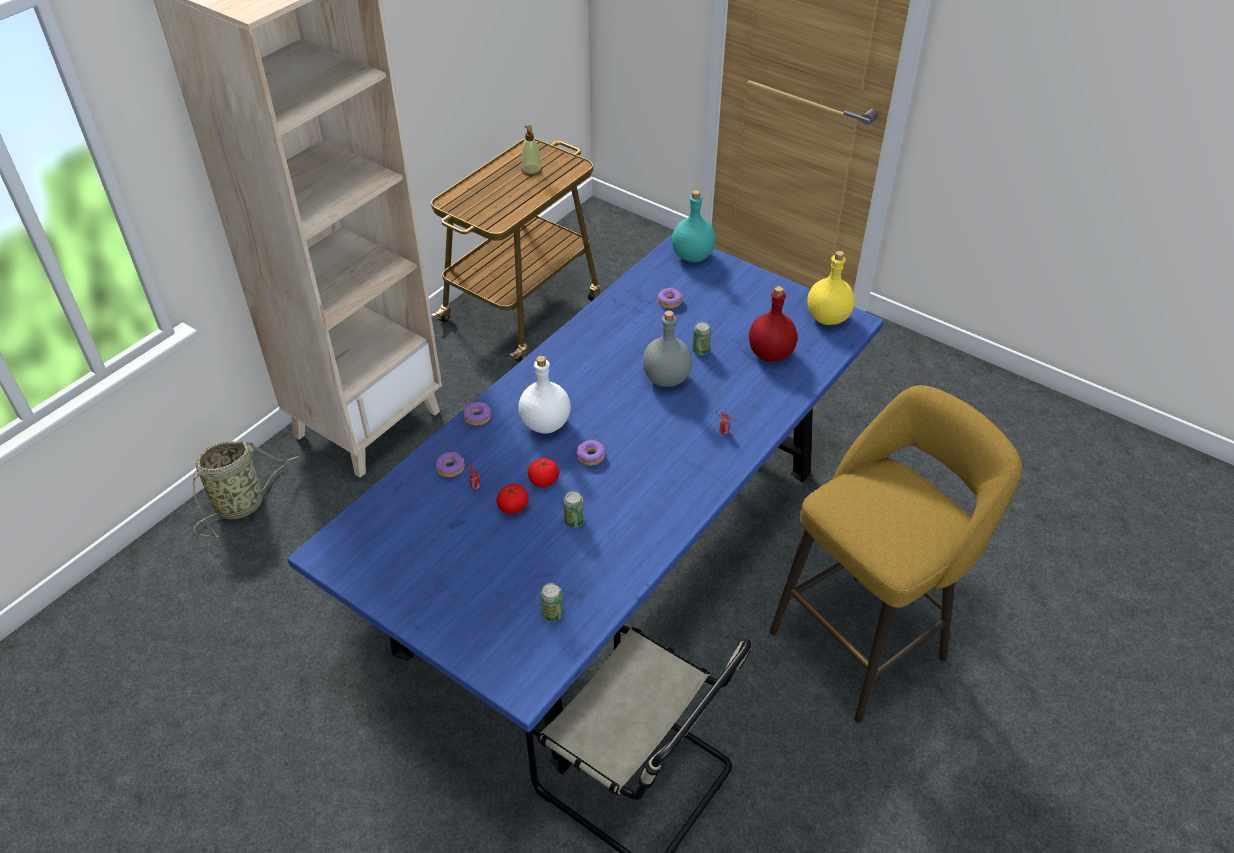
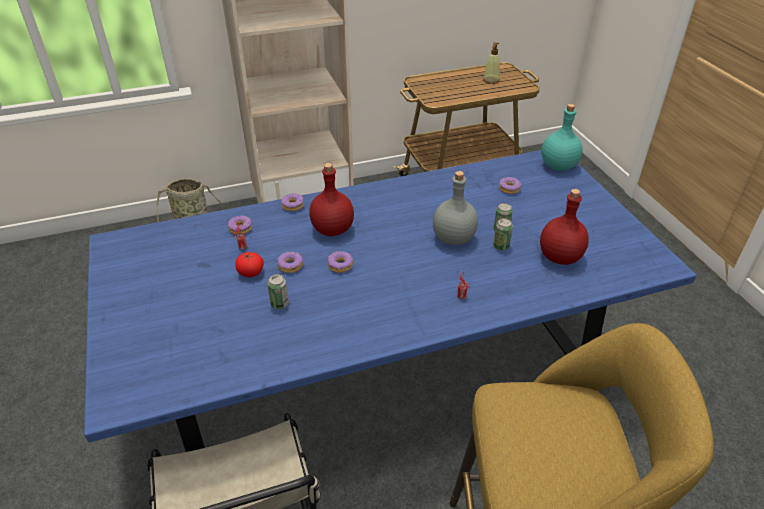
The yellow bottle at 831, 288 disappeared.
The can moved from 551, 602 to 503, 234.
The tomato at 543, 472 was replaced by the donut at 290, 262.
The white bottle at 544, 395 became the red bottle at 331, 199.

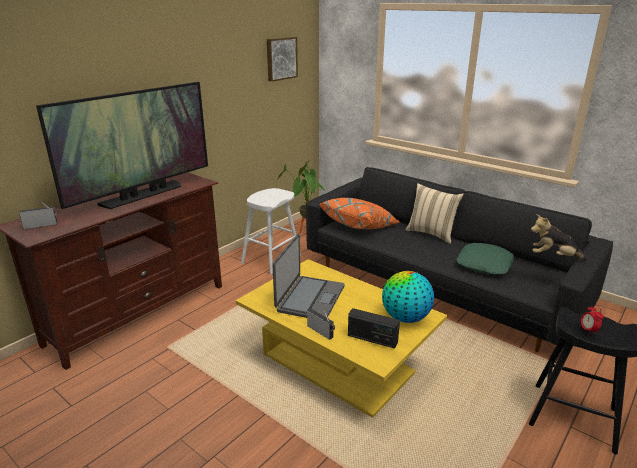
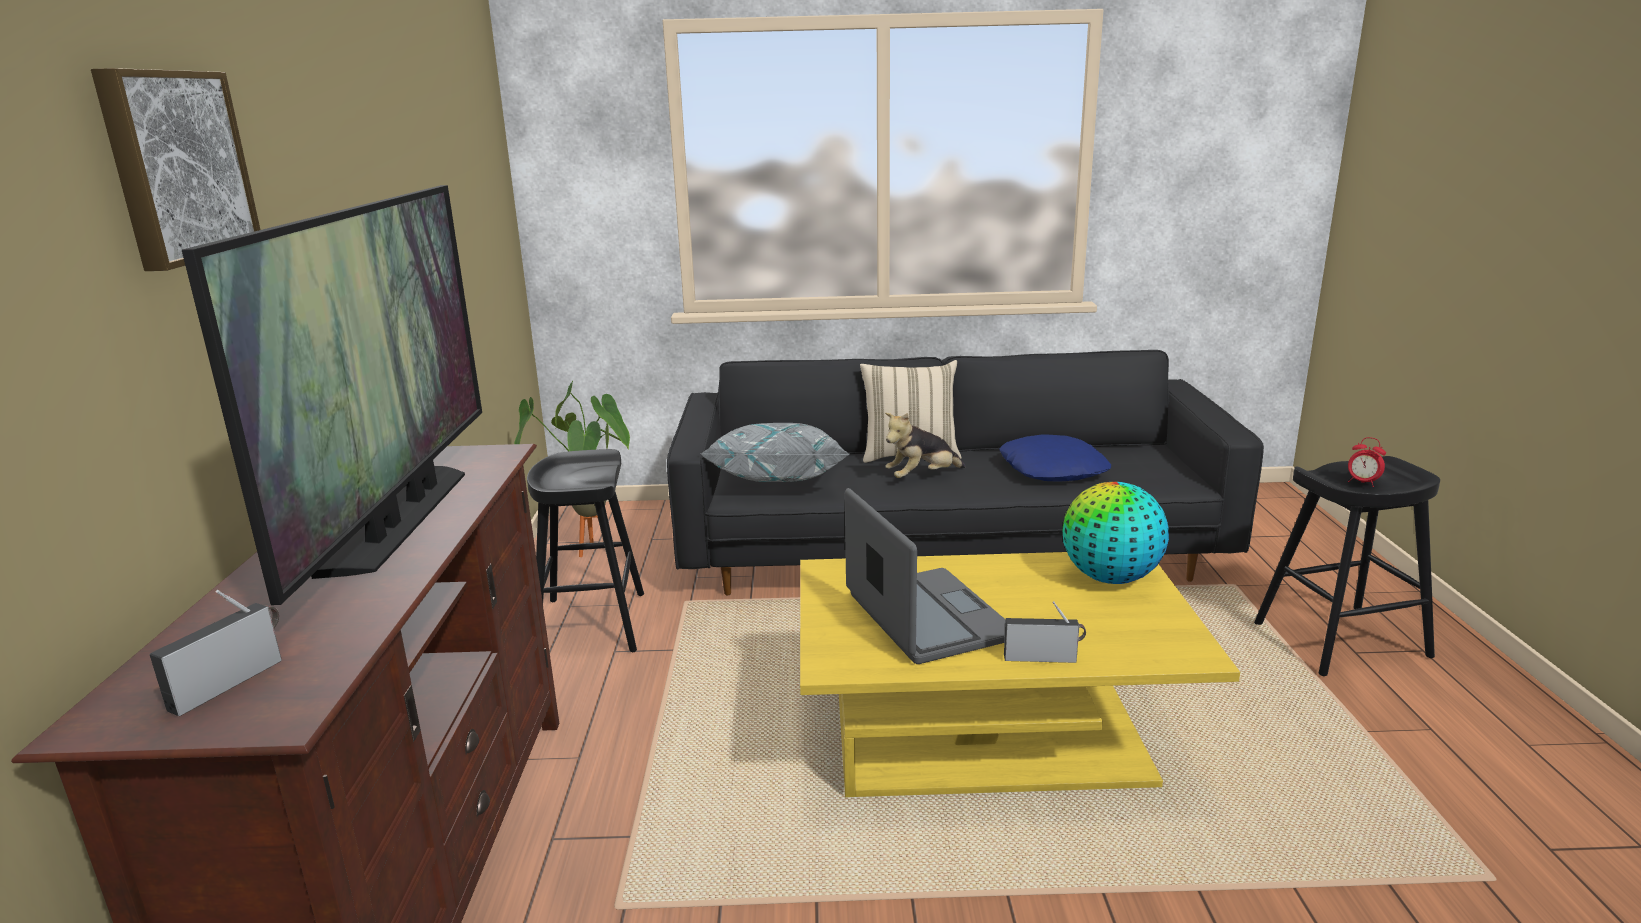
The radio at 374, 328 disappeared.
The picture moved from 282, 59 to 175, 169.
The plush toy moved from 559, 237 to 925, 445.
The white stool at 271, 231 became the black stool at 585, 550.
The orange pillow at 360, 213 became the grey pillow at 775, 452.
The green pillow at 485, 259 became the blue pillow at 1055, 458.

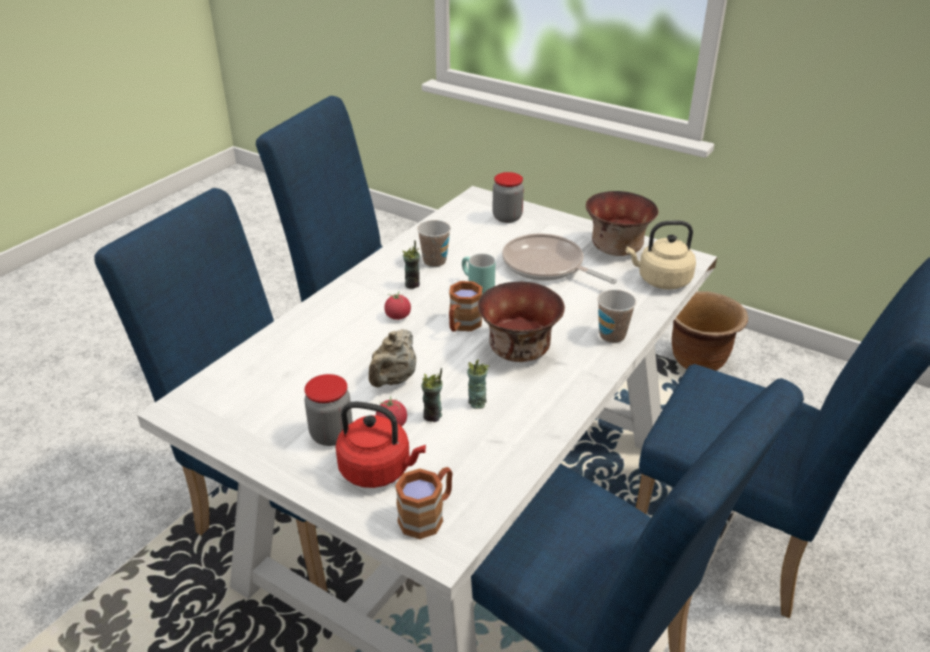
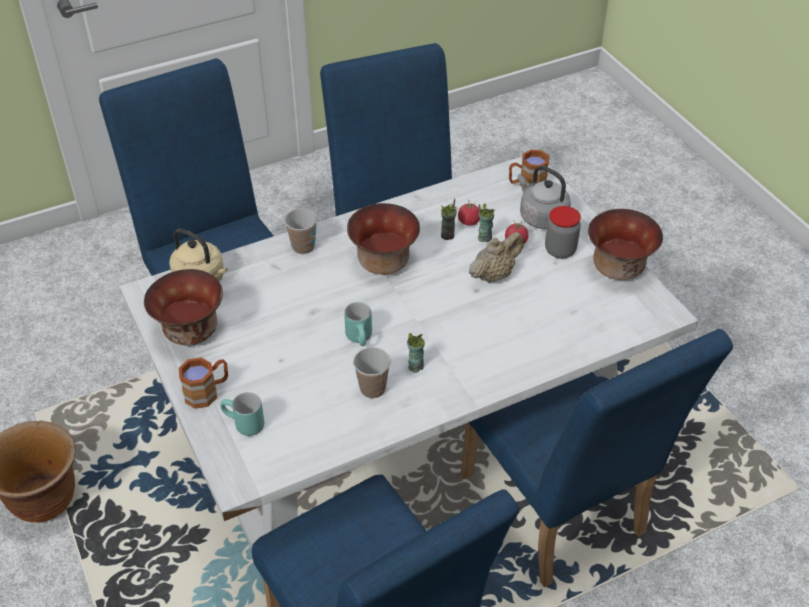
The frying pan at 559, 259 disappeared.
The bowl at 625, 244 appeared.
The tomato moved from 397, 306 to 469, 213.
The brown mug moved from 465, 306 to 203, 383.
The jar at 508, 197 was replaced by the turquoise mug at 242, 414.
The red kettle at 380, 444 became the grey kettle at 544, 197.

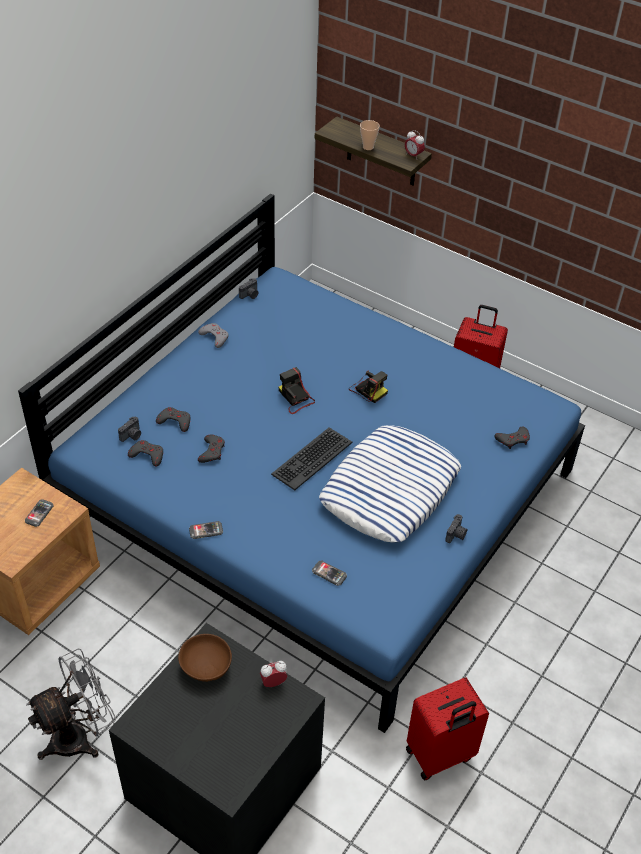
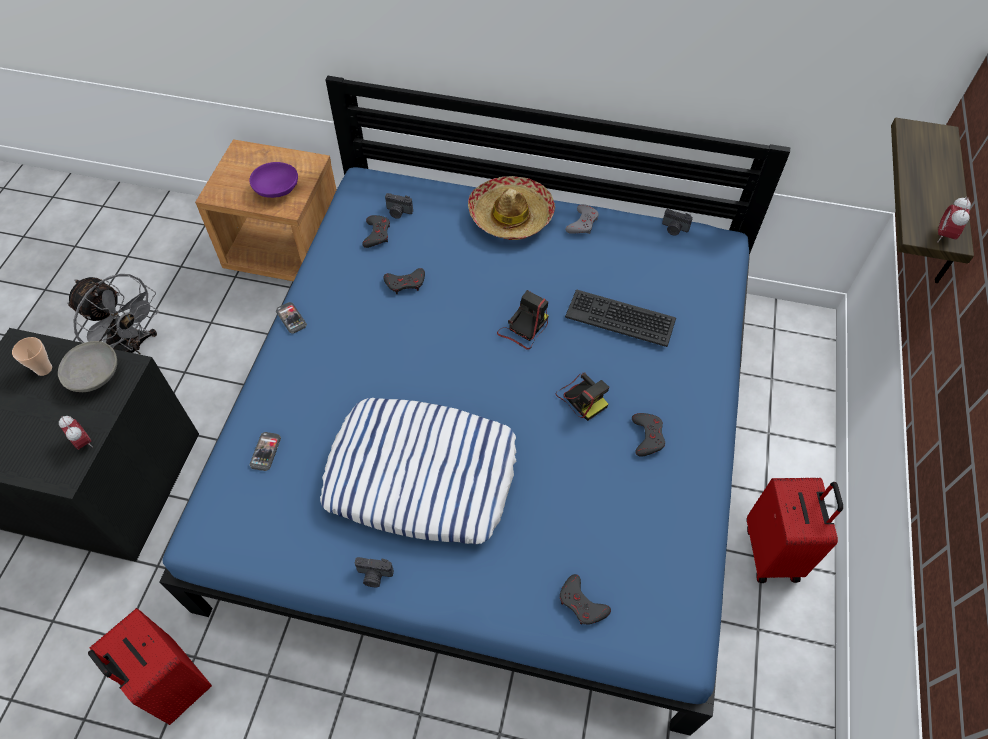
The hat at 511, 208 appeared.
The grey game controller moved from 173, 419 to 648, 435.
The keyboard moved from 311, 459 to 620, 318.
The cup moved from 370, 135 to 32, 356.
The phone at 39, 513 was replaced by the purple bowl at 273, 180.
The brown bowl at 205, 658 became the grey bowl at 87, 366.
The photo camera at 368, 386 turned 60 degrees counterclockwise.

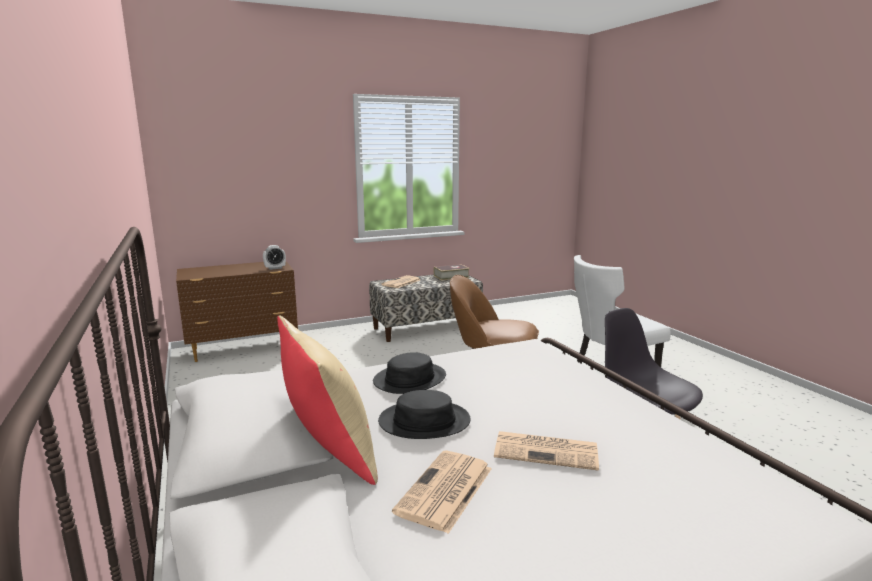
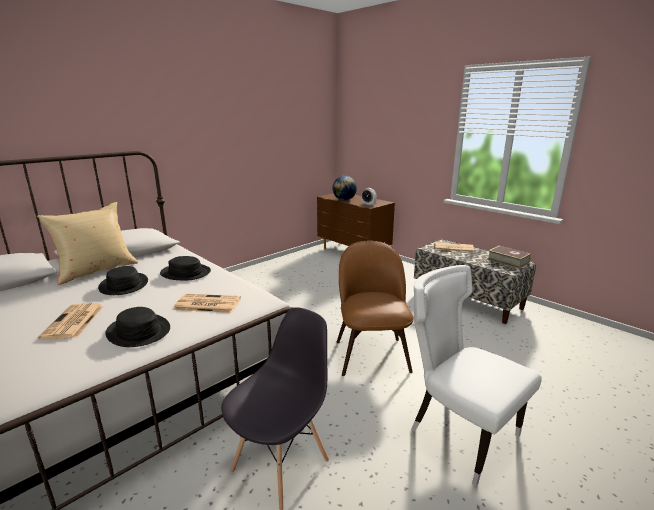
The black hat at 137, 327 appeared.
The globe at 345, 188 appeared.
The newspaper moved from 442, 492 to 207, 303.

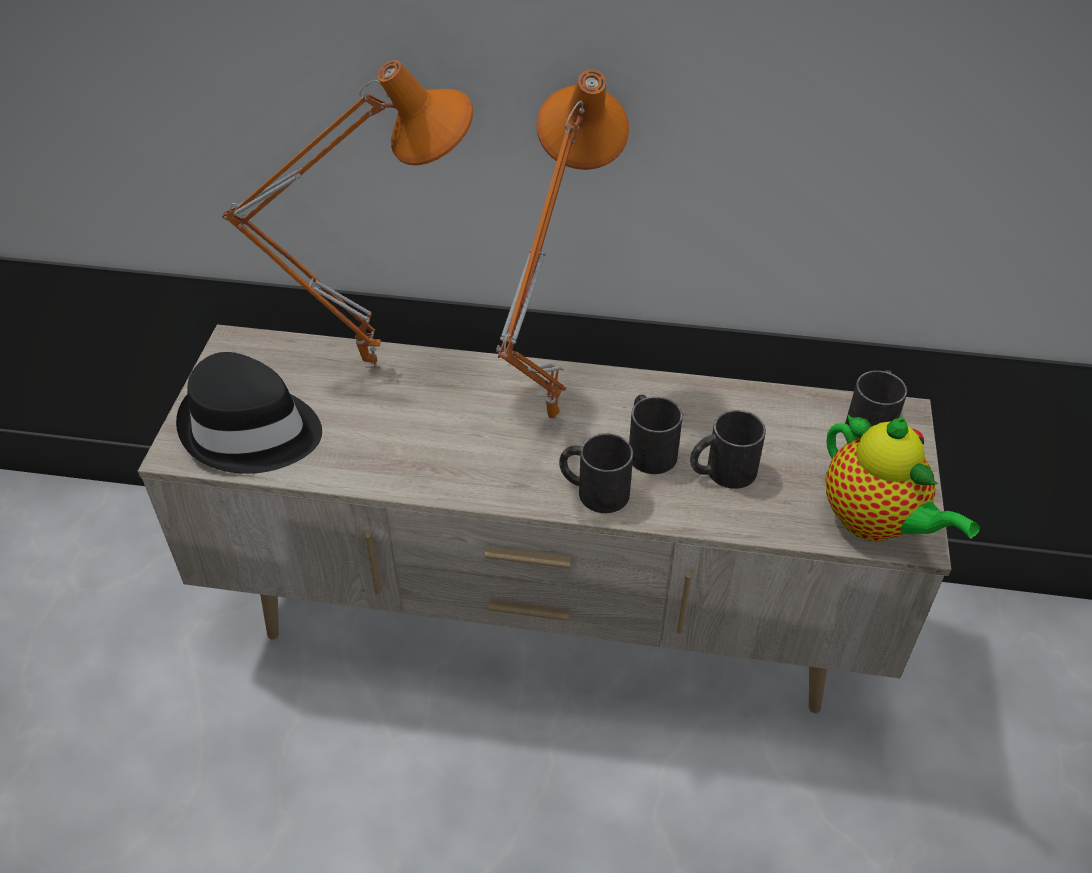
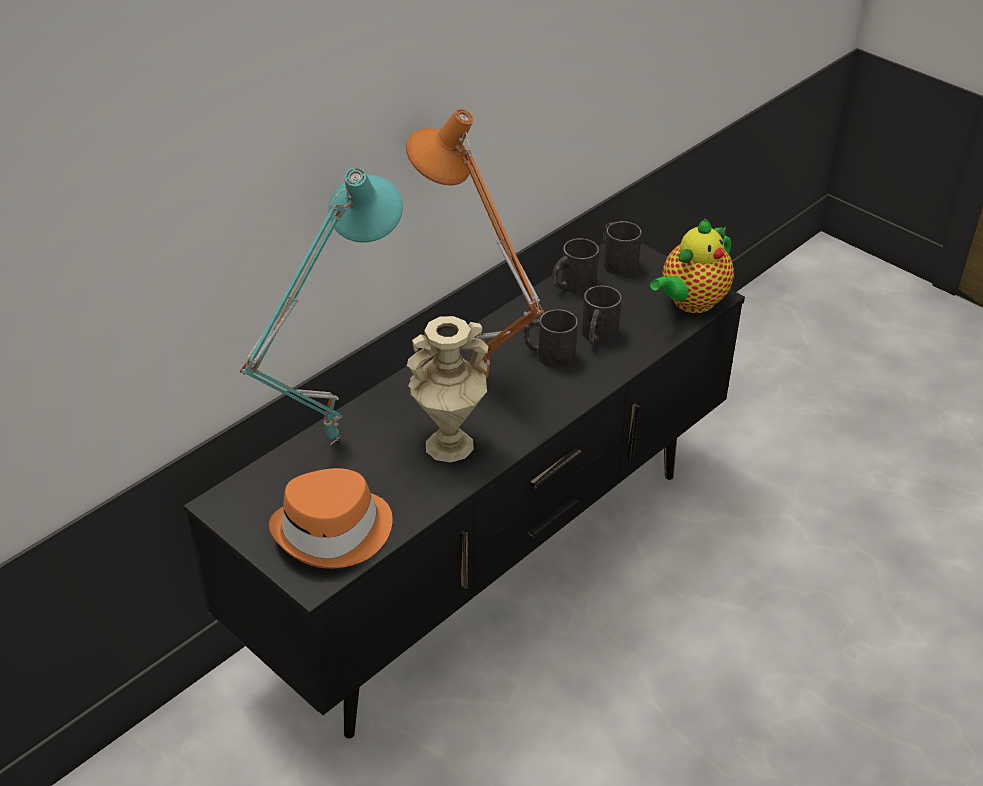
The beige vase at 448, 389 appeared.
The black mug moved from 596, 473 to 575, 266.
The beige tv stand at 544, 518 became the black tv stand at 464, 491.
The black hat at 249, 413 became the orange hat at 331, 518.
The orange table lamp at 347, 214 became the turquoise table lamp at 321, 306.
The teapot at 902, 477 turned 135 degrees clockwise.

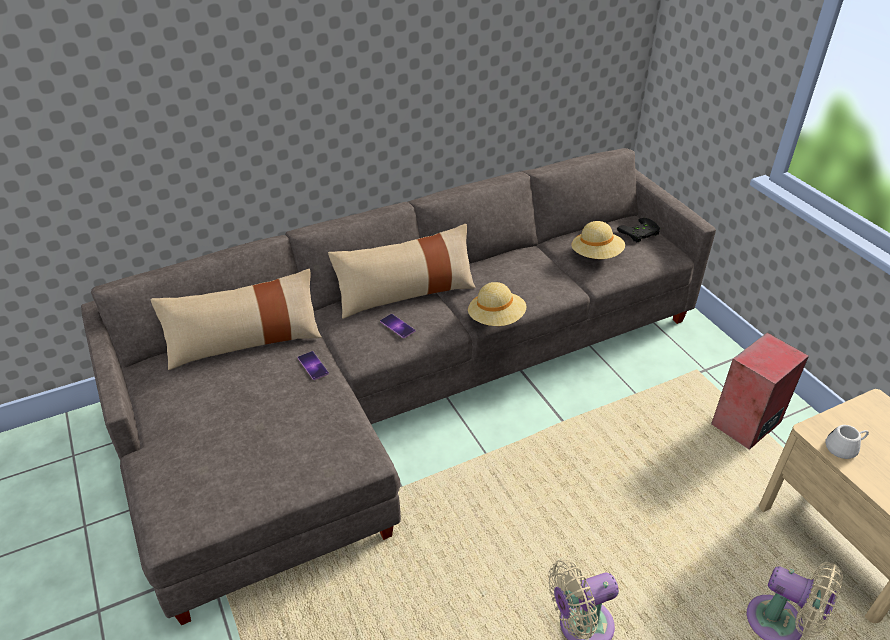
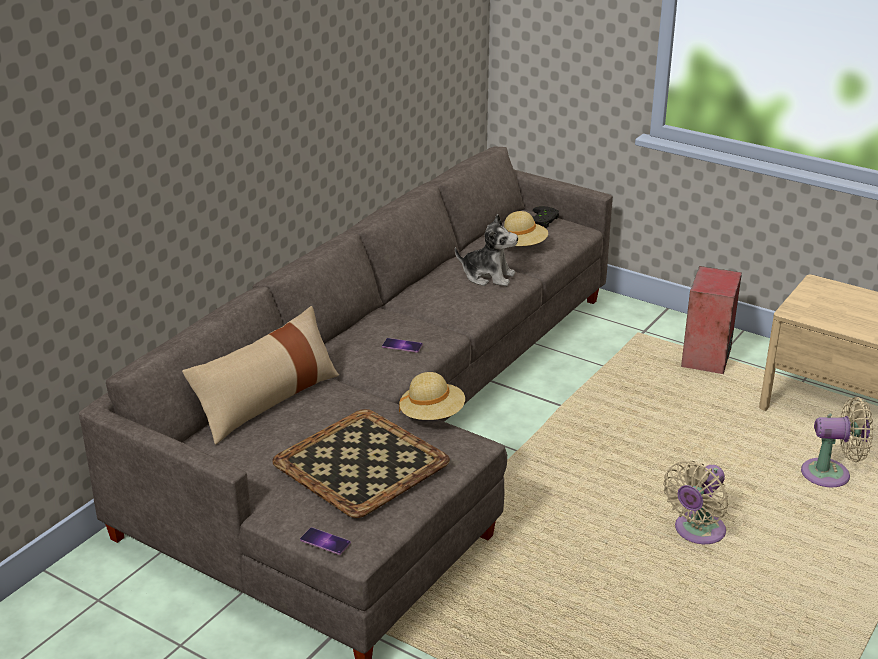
The beige pillow at 402, 271 disappeared.
The white mug at 847, 442 disappeared.
The tray at 361, 463 appeared.
The plush toy at 486, 250 appeared.
The phone moved from 313, 365 to 325, 541.
The beige hat moved from 497, 304 to 432, 396.

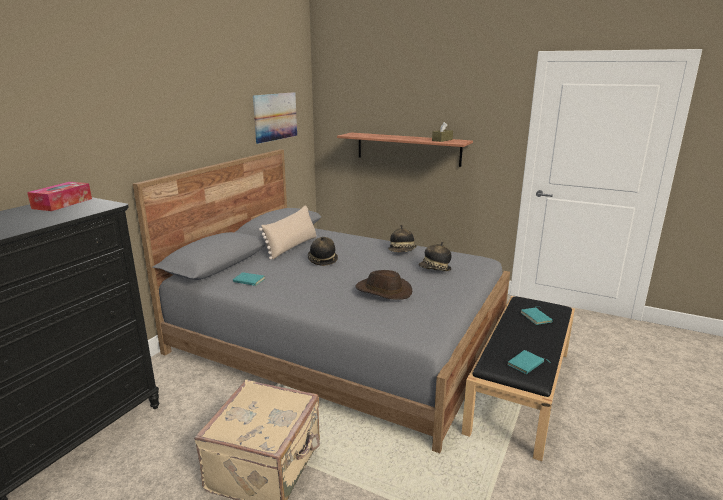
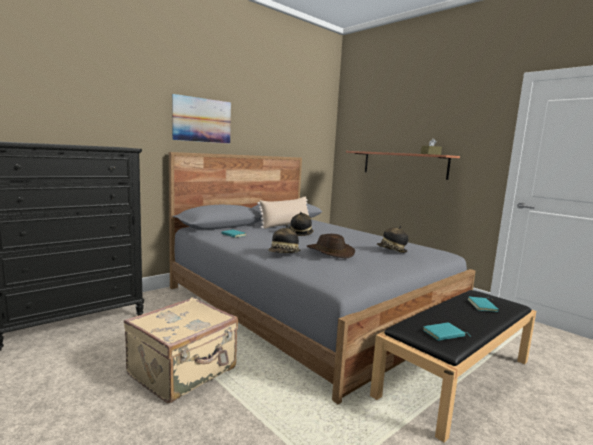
The tissue box at 59, 196 disappeared.
The picture moved from 275, 118 to 201, 119.
The hat moved from 402, 238 to 284, 239.

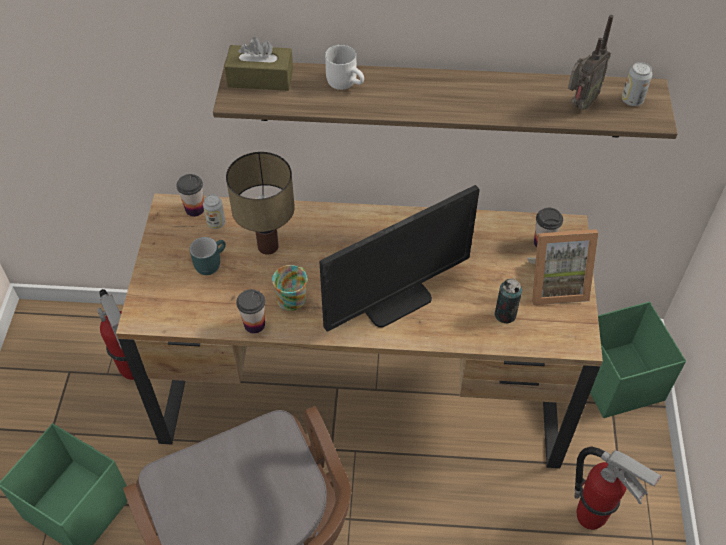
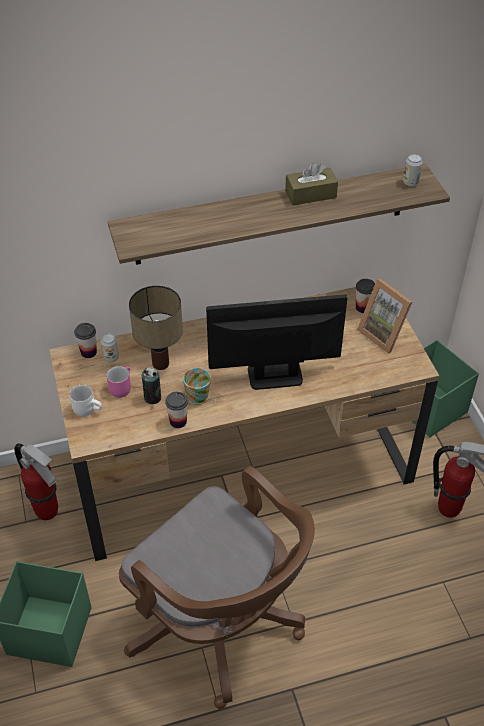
The radio at 591, 62 disappeared.
The brown tissue box moved from 258, 64 to 311, 184.
The white mug moved from 344, 67 to 85, 401.
The can moved from 508, 301 to 151, 385.
The turquoise mug at 208, 256 became the pink mug at 119, 382.
The monitor at 399, 258 turned 135 degrees counterclockwise.
The picture frame at 562, 267 turned 75 degrees clockwise.

